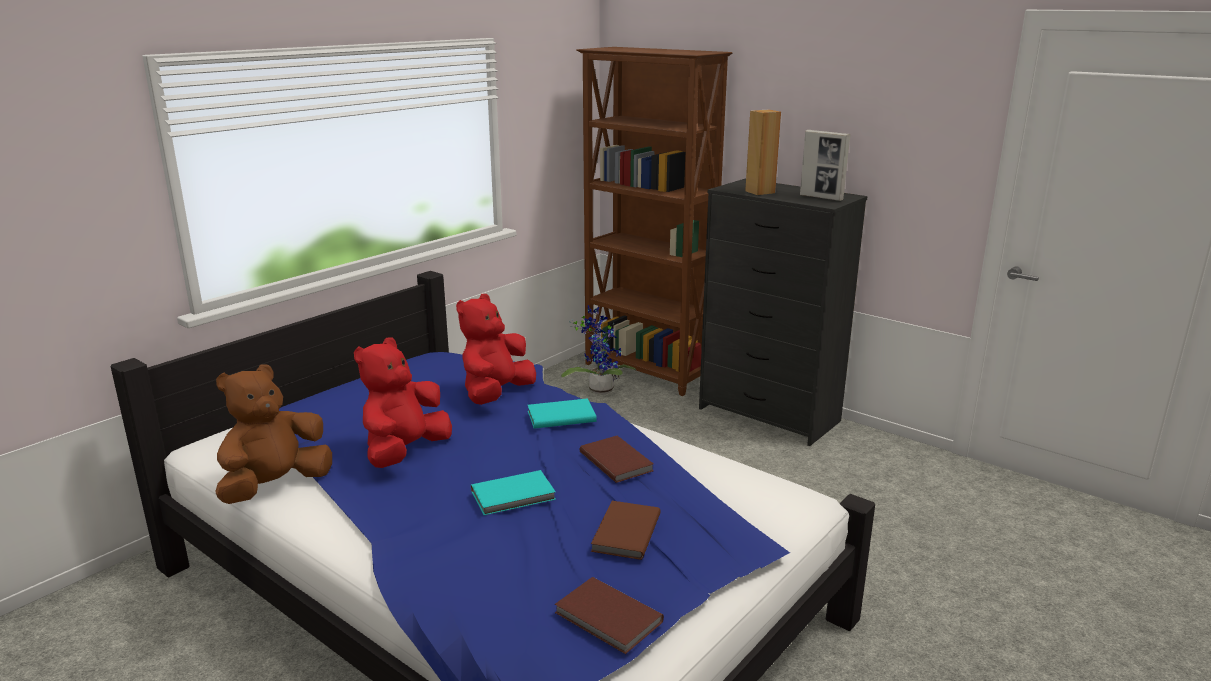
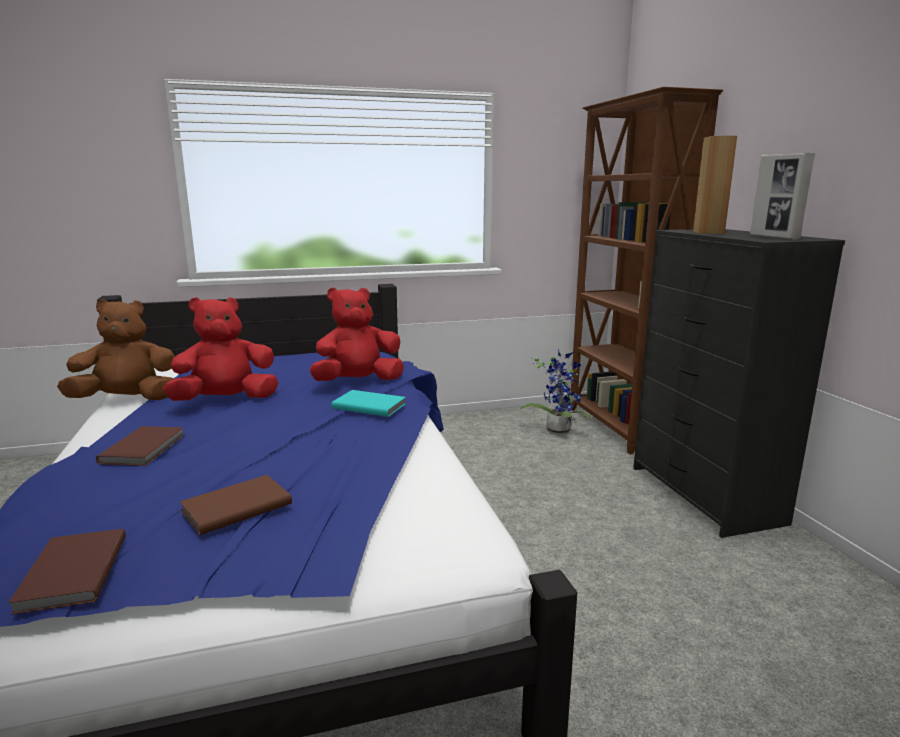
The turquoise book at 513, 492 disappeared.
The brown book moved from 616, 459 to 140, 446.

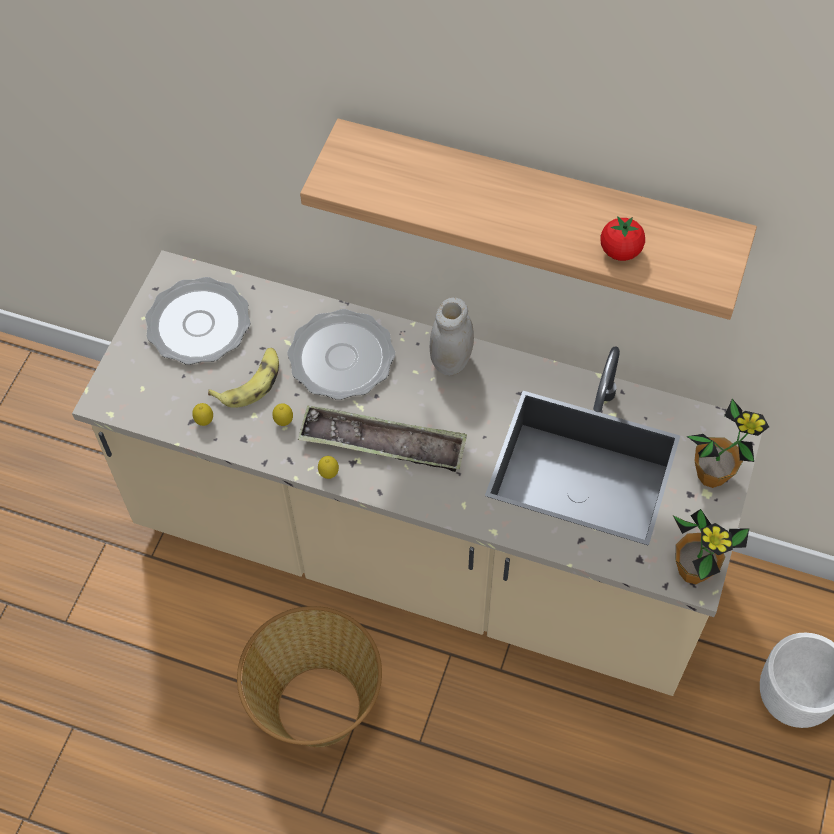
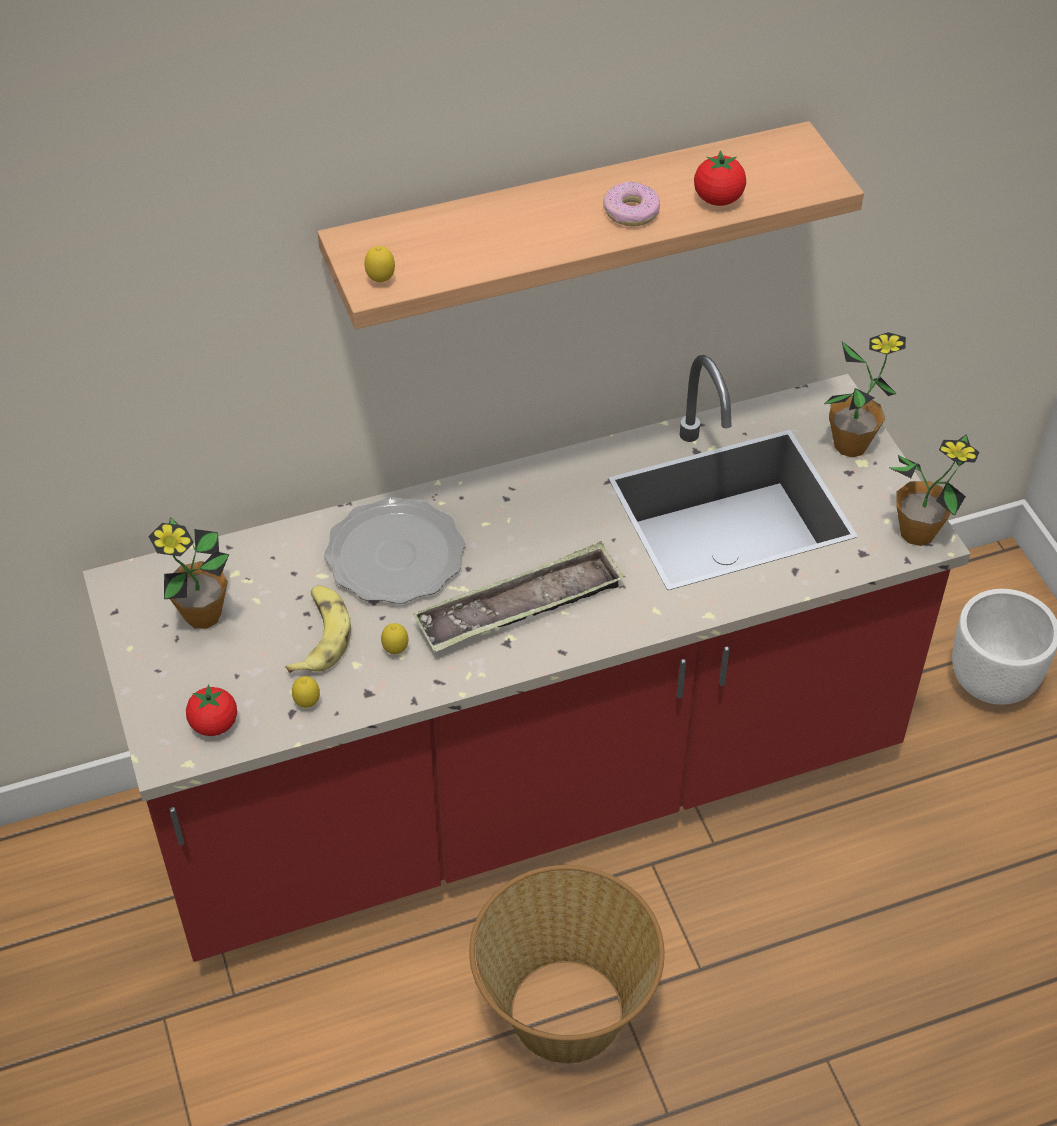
The white jar at 452, 336 disappeared.
The tomato at 211, 710 appeared.
The donut at 631, 203 appeared.
The lemon moved from 328, 467 to 380, 264.
The plate at 198, 321 was replaced by the potted plant at 188, 573.
The beige counter at 417, 473 became the red counter at 527, 658.

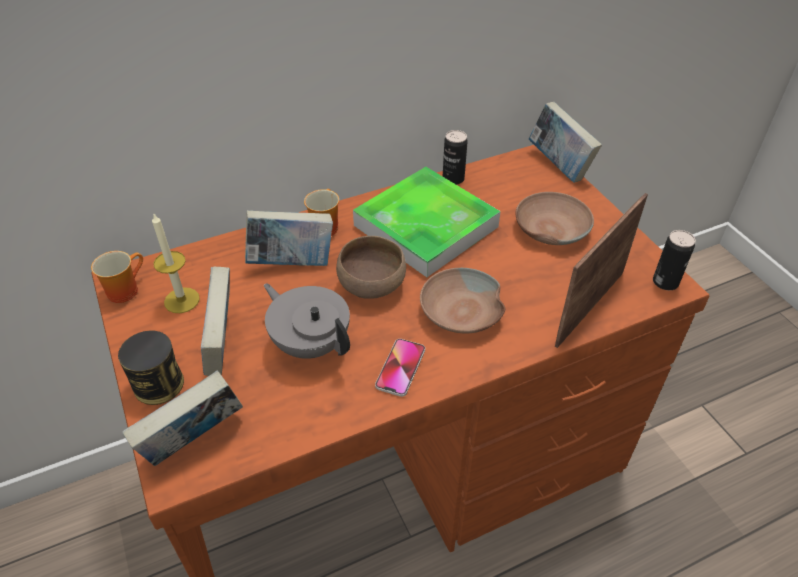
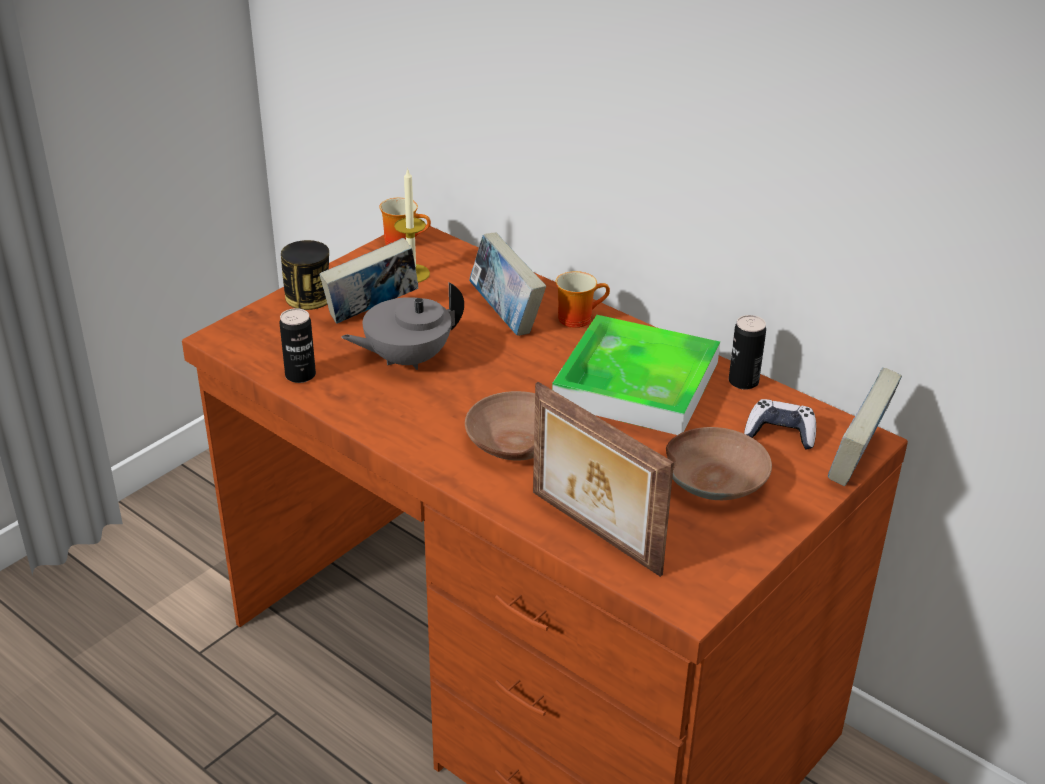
The book at 182, 418 disappeared.
The brown bowl at 371, 267 disappeared.
The phone at 400, 368 disappeared.
The game controller at 780, 424 appeared.
The can moved from 674, 260 to 297, 345.
The grey teapot at 307, 321 turned 135 degrees counterclockwise.
The picture frame at 601, 270 turned 150 degrees counterclockwise.

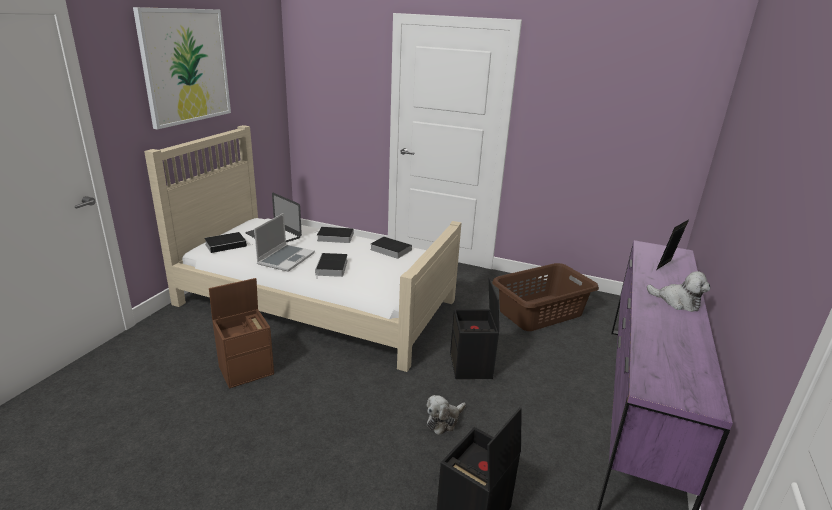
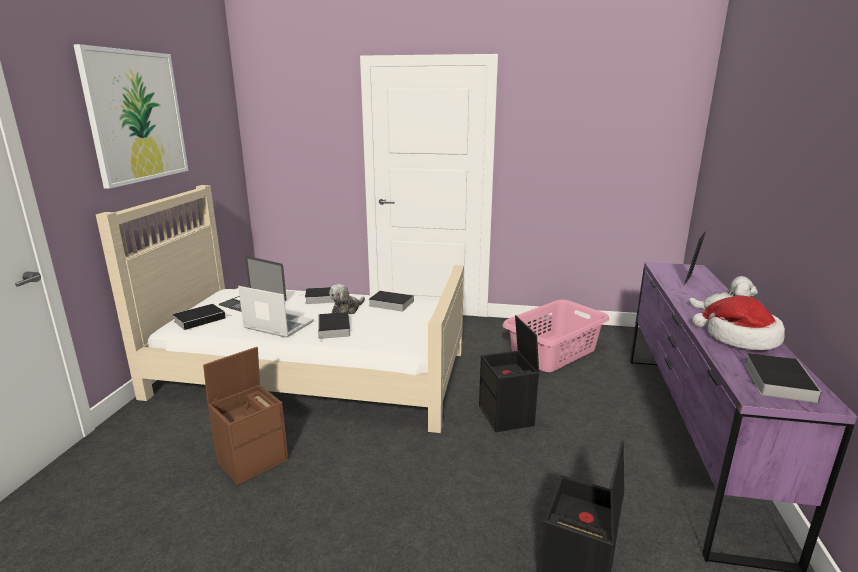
The hat at 738, 322 appeared.
The book at 783, 378 appeared.
The plush toy moved from 446, 415 to 347, 299.
The brown laundry basket at 545, 297 became the pink laundry basket at 555, 336.
The laptop at 284, 242 turned 75 degrees counterclockwise.

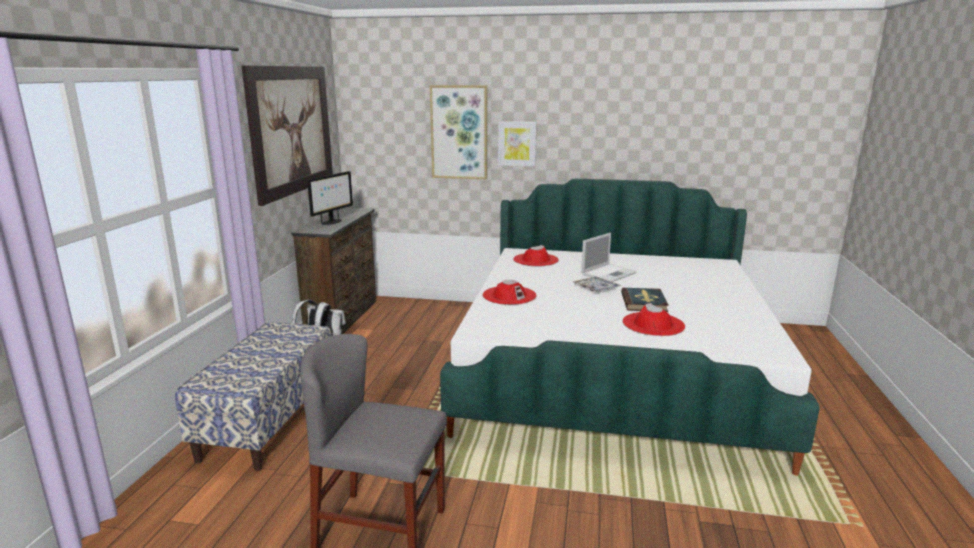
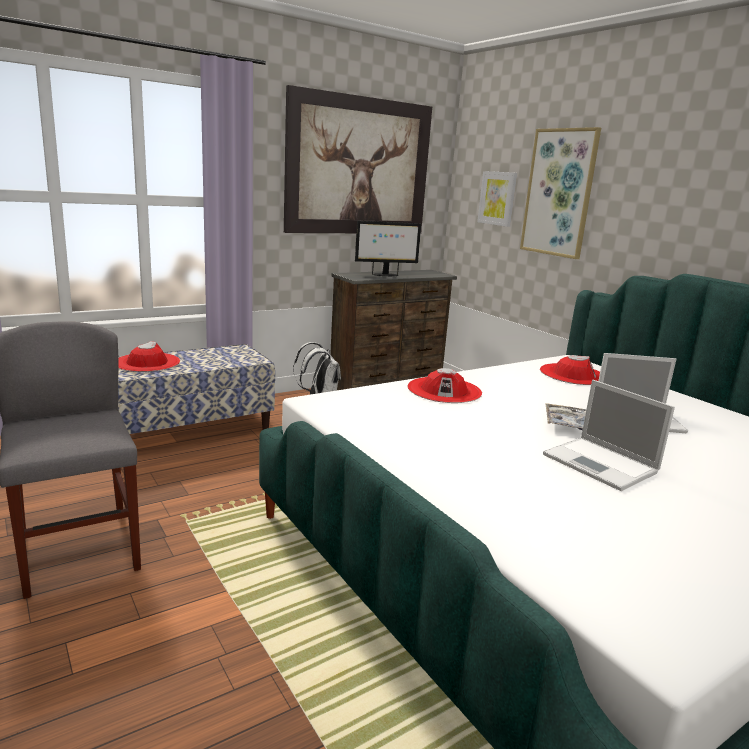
The picture moved from 517, 143 to 497, 199.
The red hat moved from 653, 319 to 149, 356.
The book at 645, 300 was replaced by the laptop at 609, 435.

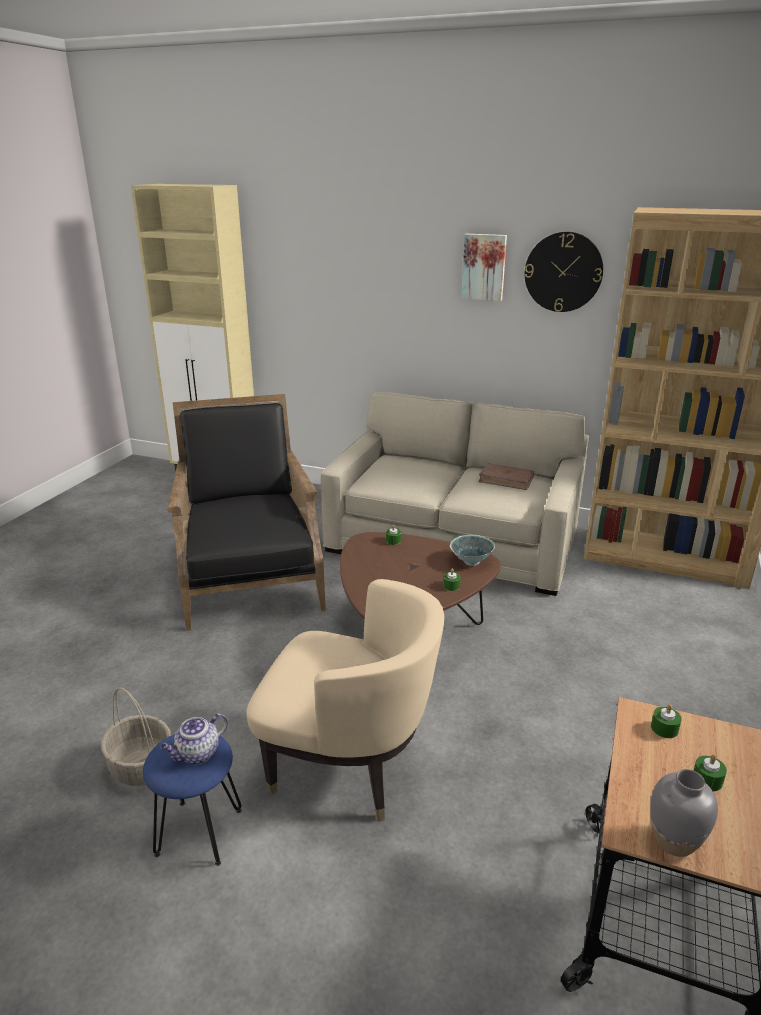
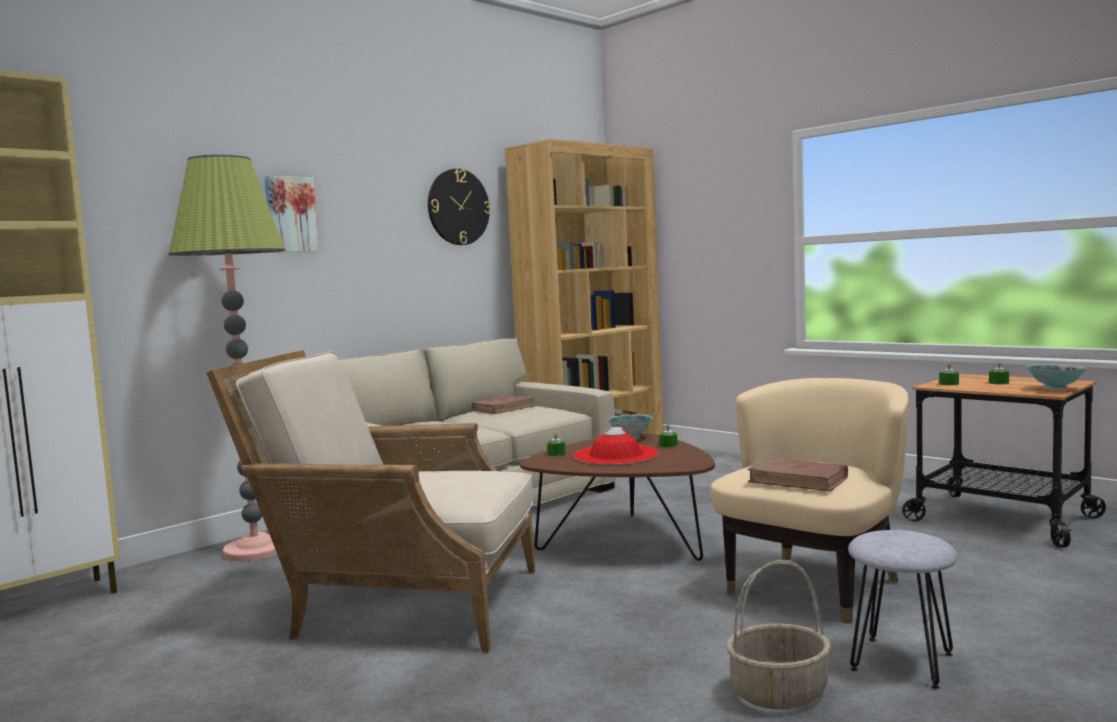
The teapot at 194, 738 disappeared.
The floor lamp at 226, 358 appeared.
The red hat at 616, 446 appeared.
The brown book at 797, 474 appeared.
The picture moved from 484, 267 to 291, 214.
The grey vase at 684, 813 was replaced by the bowl at 1056, 377.
The blue stool at 192, 800 became the grey stool at 903, 609.
The black armchair at 247, 512 became the beige armchair at 371, 501.

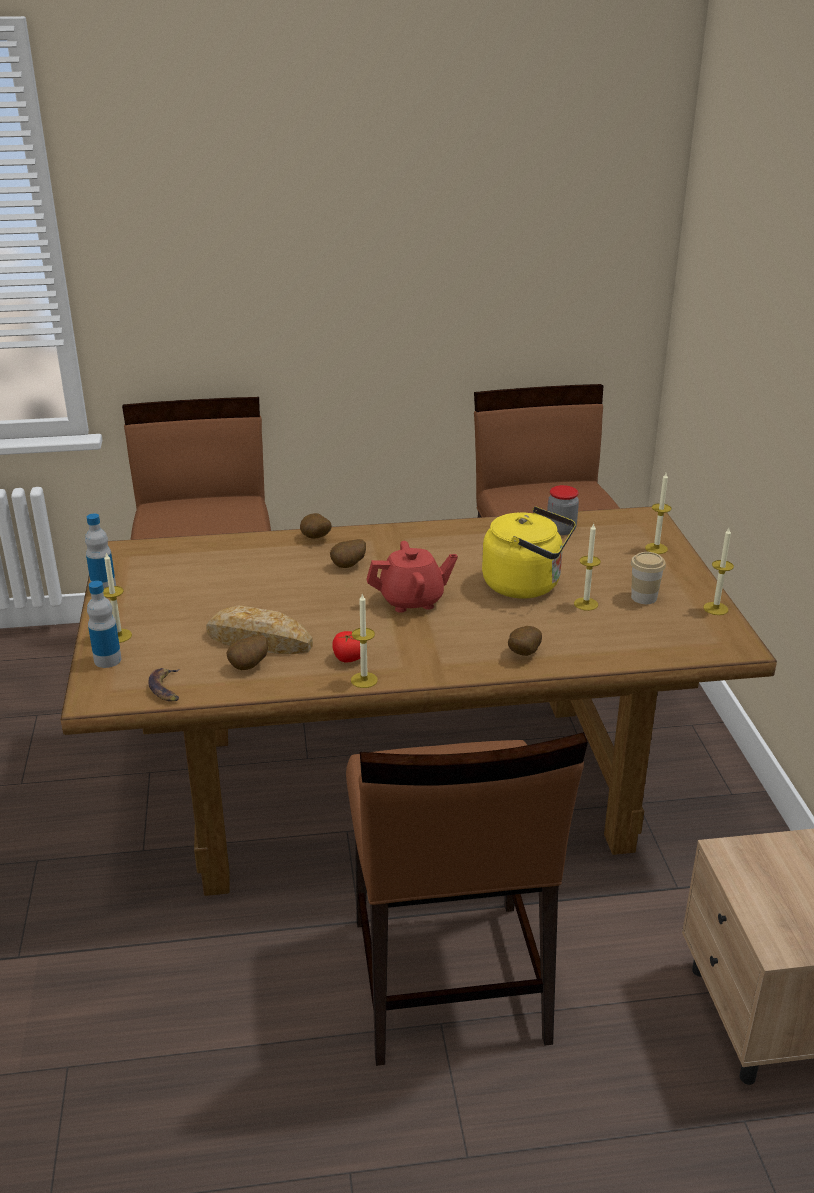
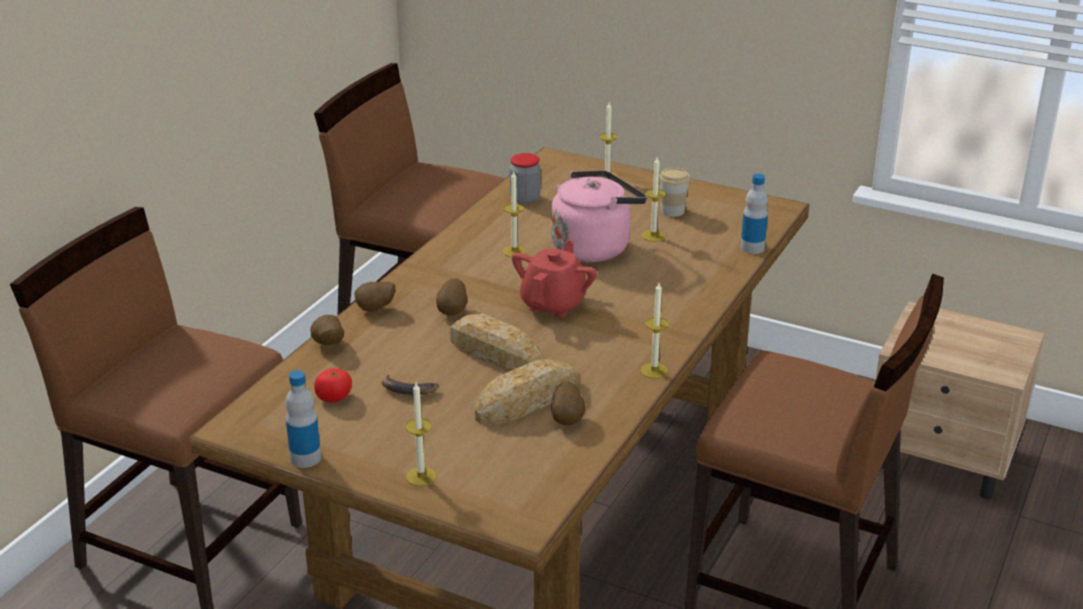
The bread at 497, 343 appeared.
The bottle moved from 104, 624 to 754, 214.
The banana moved from 163, 684 to 410, 384.
The tomato moved from 346, 647 to 333, 385.
The potato moved from 525, 641 to 327, 330.
The candle moved from 718, 571 to 514, 213.
The yellow kettle at 529, 553 became the pink kettle at 599, 216.

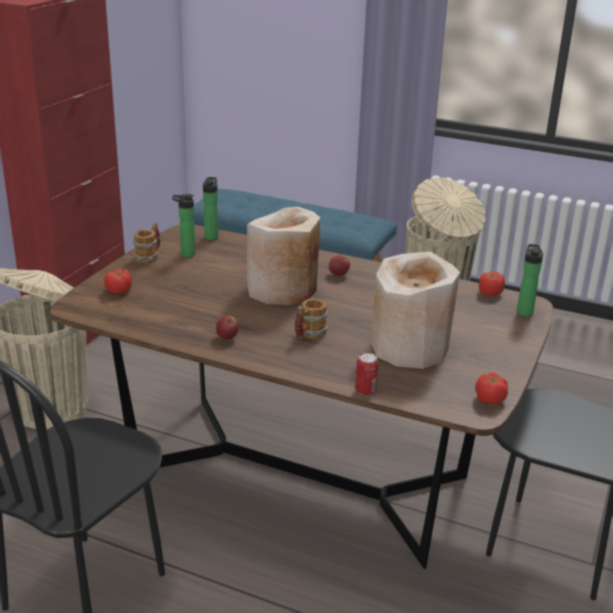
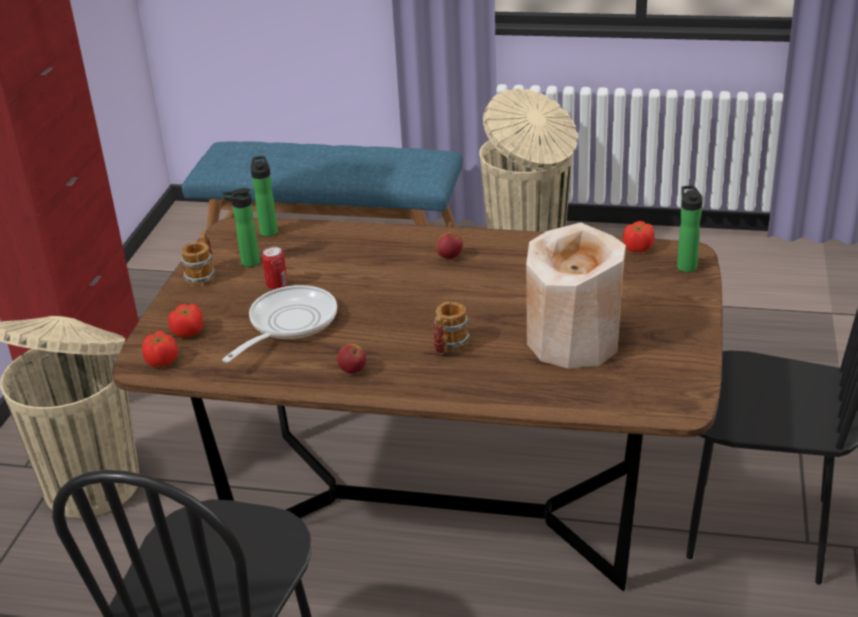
The beige vase at 283, 256 disappeared.
The frying pan at 279, 323 appeared.
The can moved from 367, 374 to 274, 268.
The tomato moved from 491, 388 to 160, 349.

